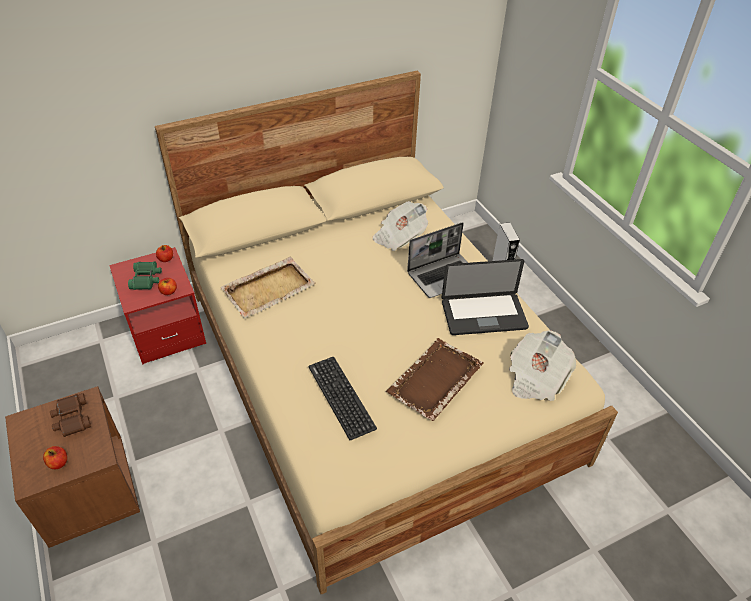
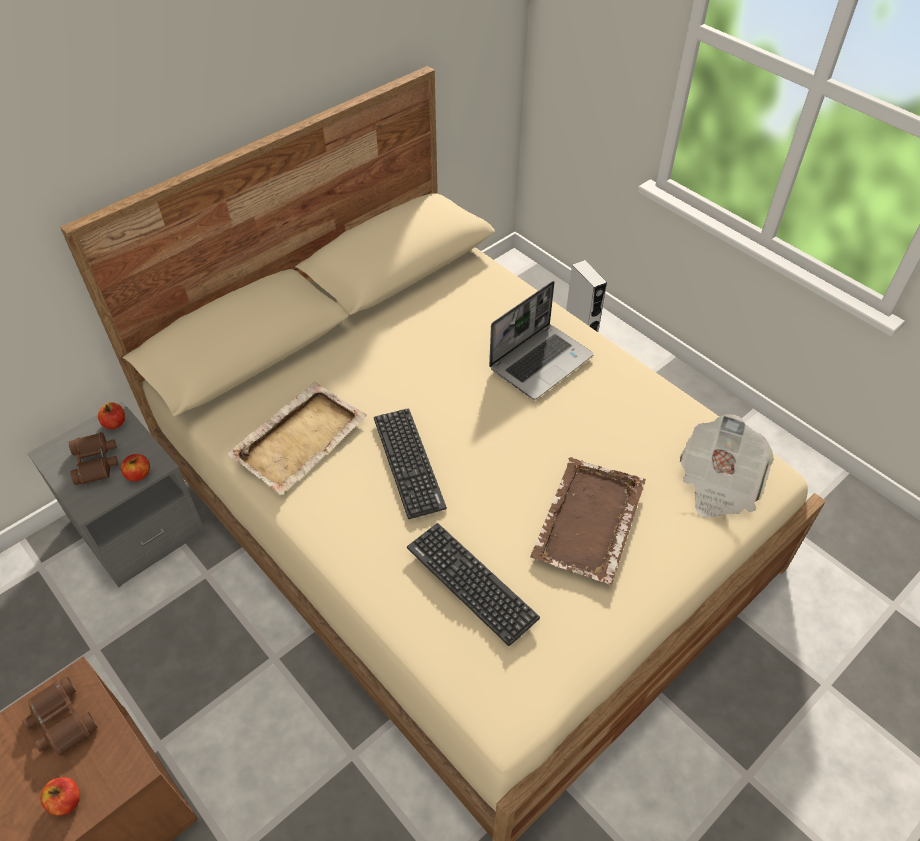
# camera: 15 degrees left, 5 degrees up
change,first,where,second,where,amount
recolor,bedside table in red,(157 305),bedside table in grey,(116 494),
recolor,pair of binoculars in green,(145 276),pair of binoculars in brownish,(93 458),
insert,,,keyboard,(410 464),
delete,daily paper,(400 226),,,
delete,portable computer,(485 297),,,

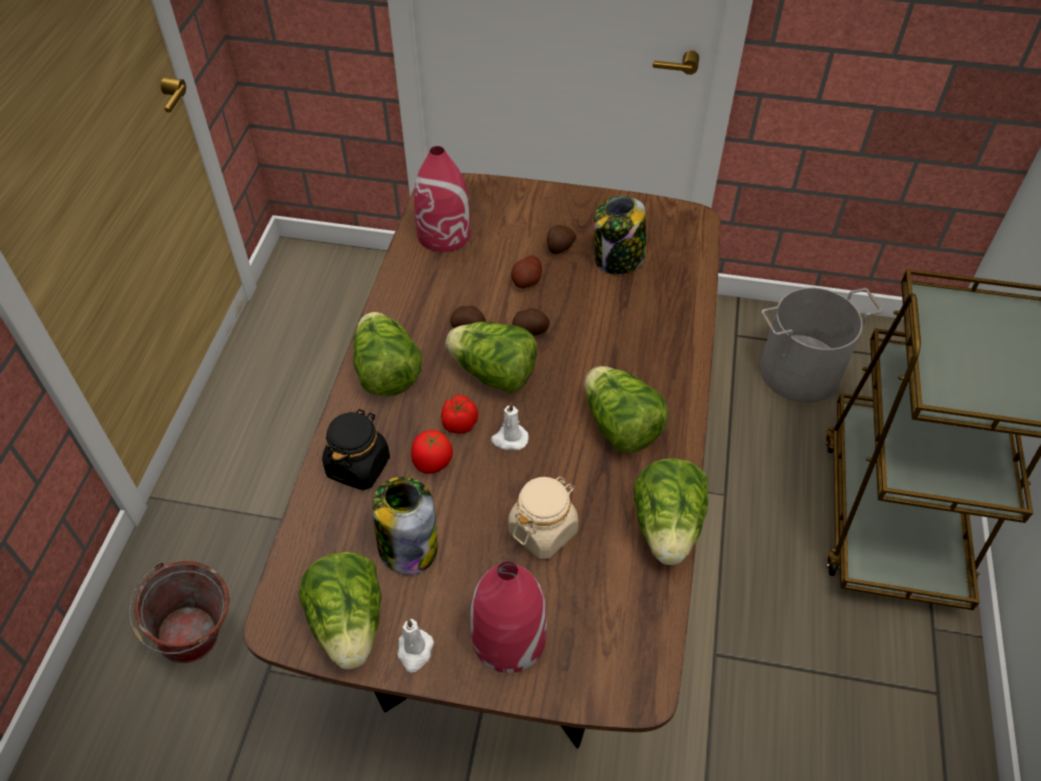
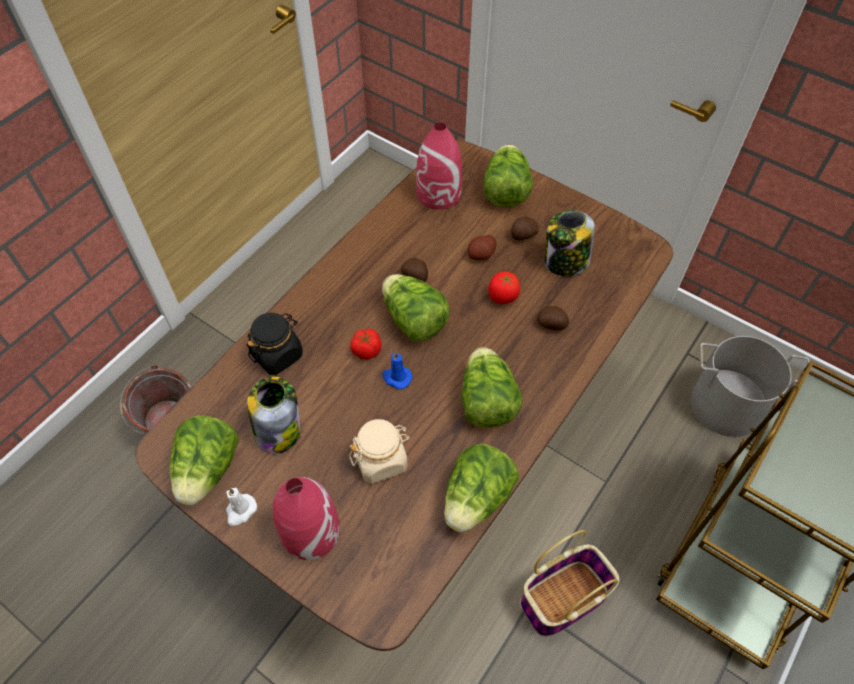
# camera: 25 degrees right, 5 degrees up
change,first,where,second,where,amount
recolor,wax light in whitish,(510 426),wax light in blue,(397 370),
move,head of lettuce,(387 354),,(508 176),
move,tomato,(432 452),,(504 287),
insert,,,storage basket,(570 583),
move,whole potato,(531 322),,(553 318),

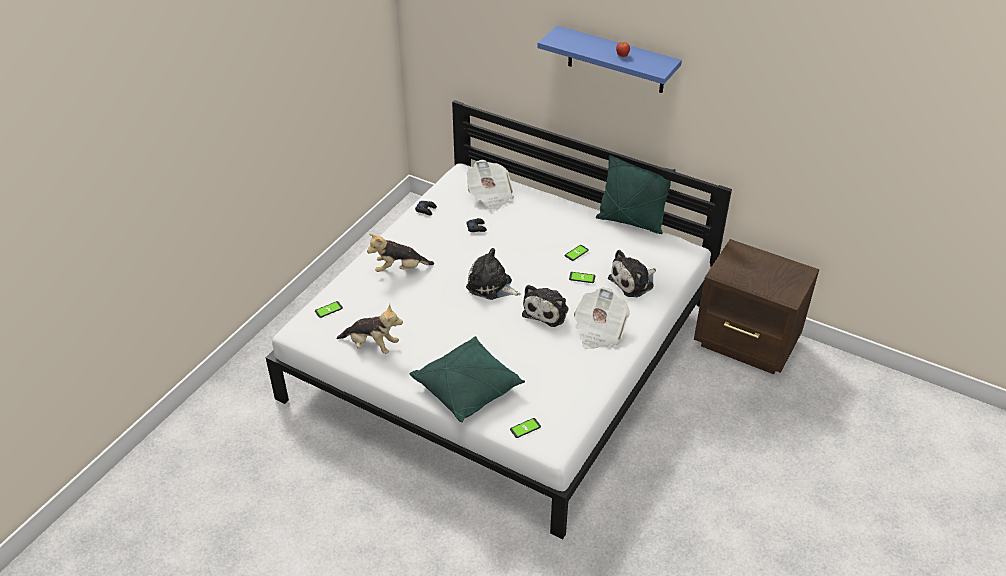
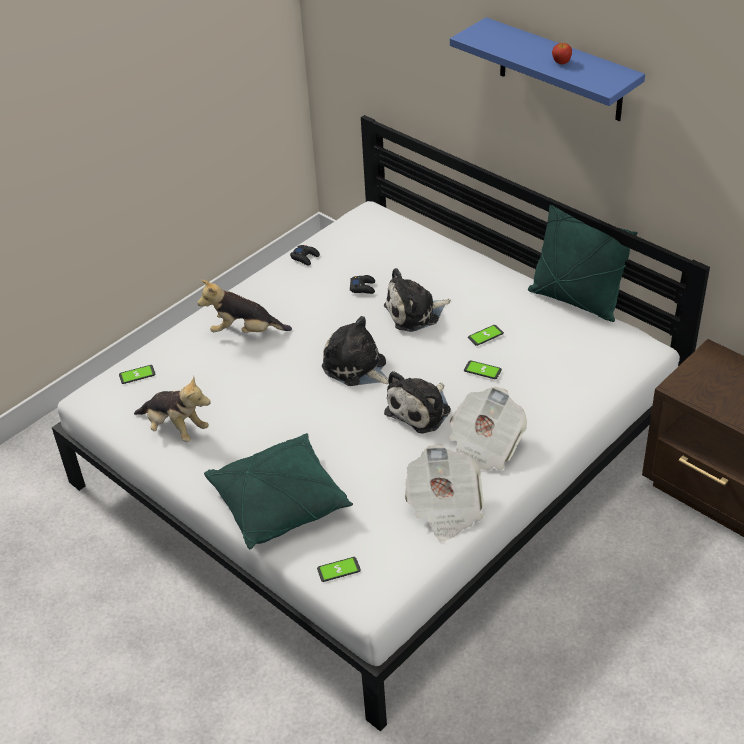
# camera: 15 degrees right, 0 degrees up
change,first,where,second,where,amount
move,plush toy,(632 273),,(417 300),
move,daily paper,(490 185),,(444 492),

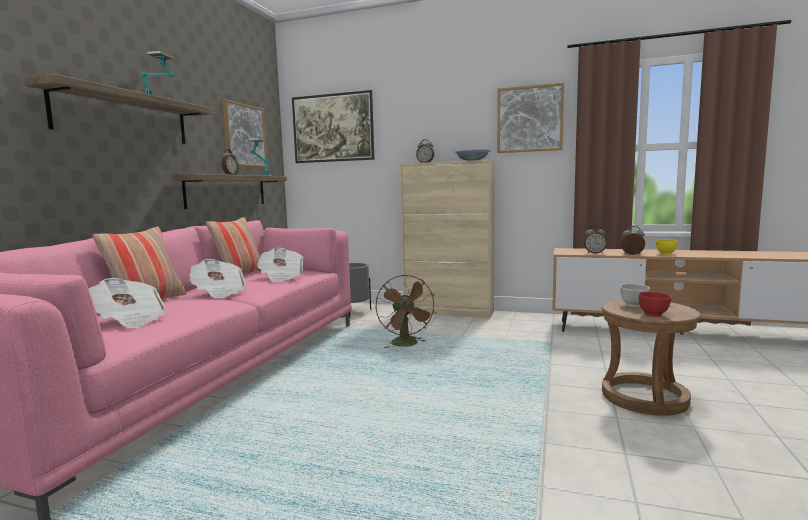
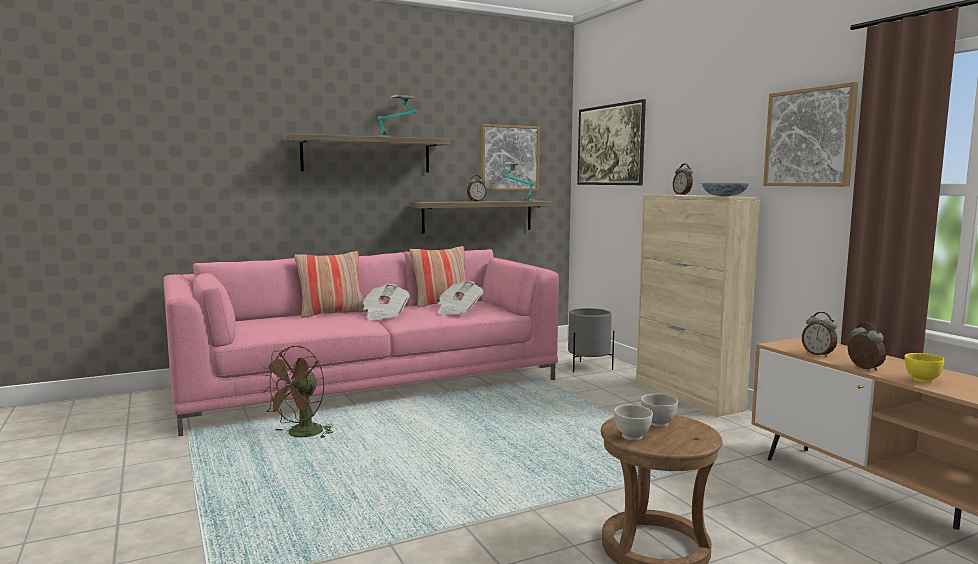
# camera: 45 degrees right, 0 degrees up
change,first,where,second,where,amount
move,fan in brownish,(405 311),,(296 392),
recolor,bowl in red,(655 304),bowl in whitish,(633 422),
delete,daily paper,(127 303),,,

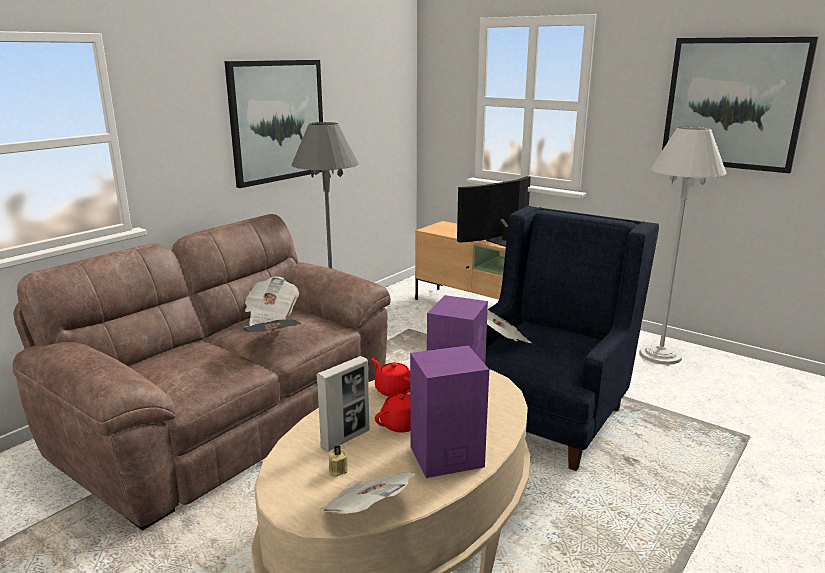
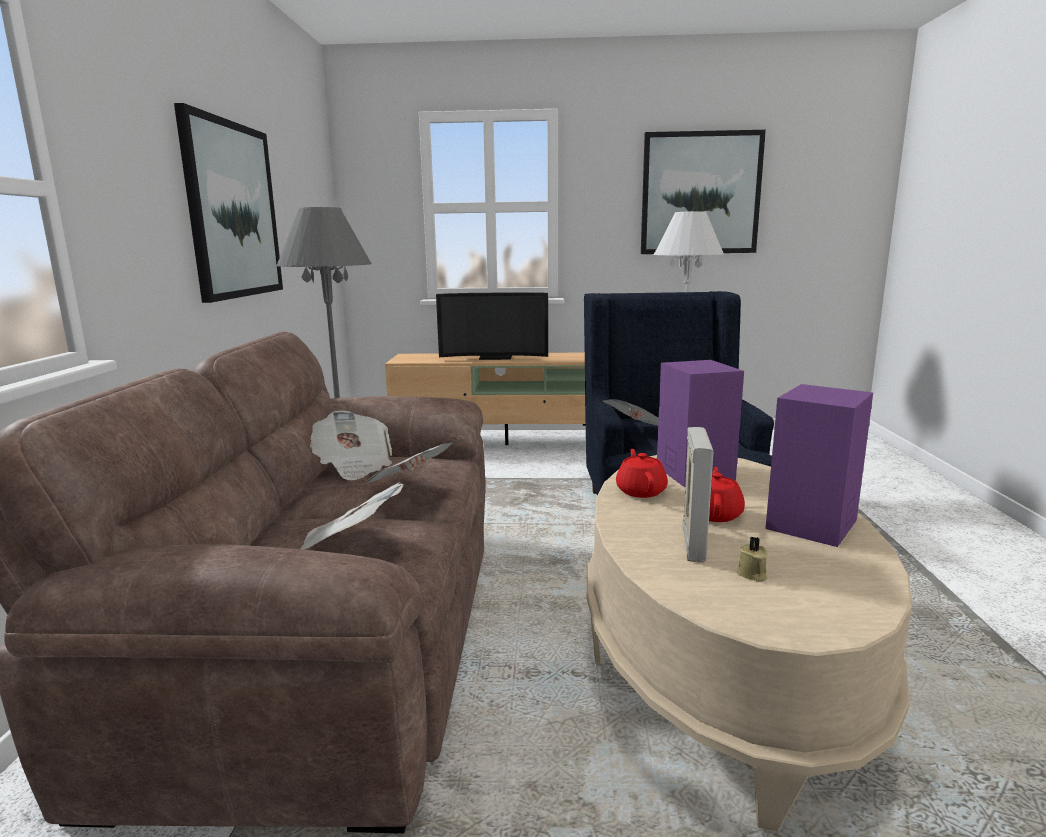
# camera: 35 degrees left, 5 degrees down
change,first,where,second,where,amount
move,daily paper,(367 493),,(351 516),
rotate,TV set,(494 211),,(492 326),105 degrees counterclockwise
rotate,pot for tea in red,(391 377),,(642 473),75 degrees clockwise

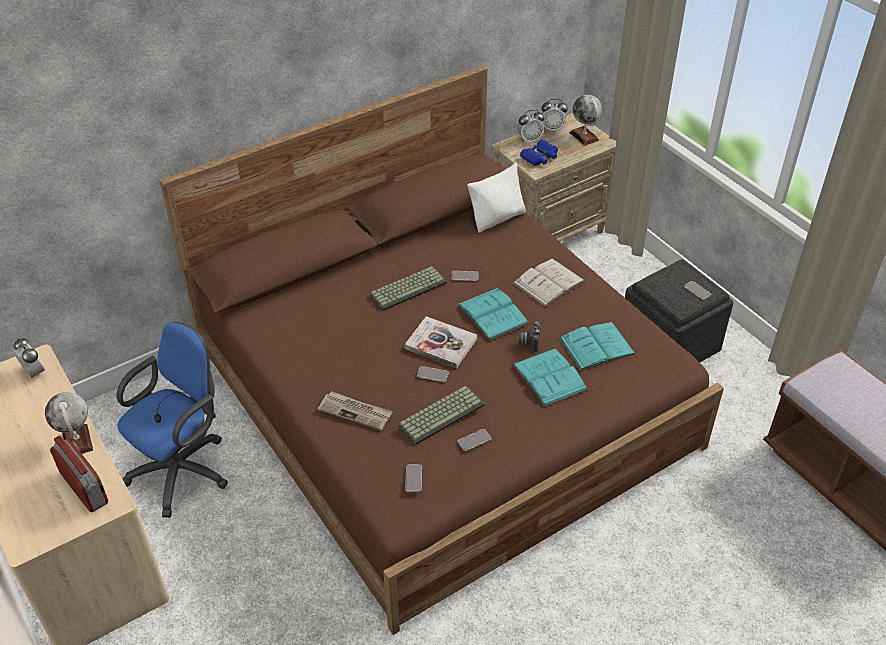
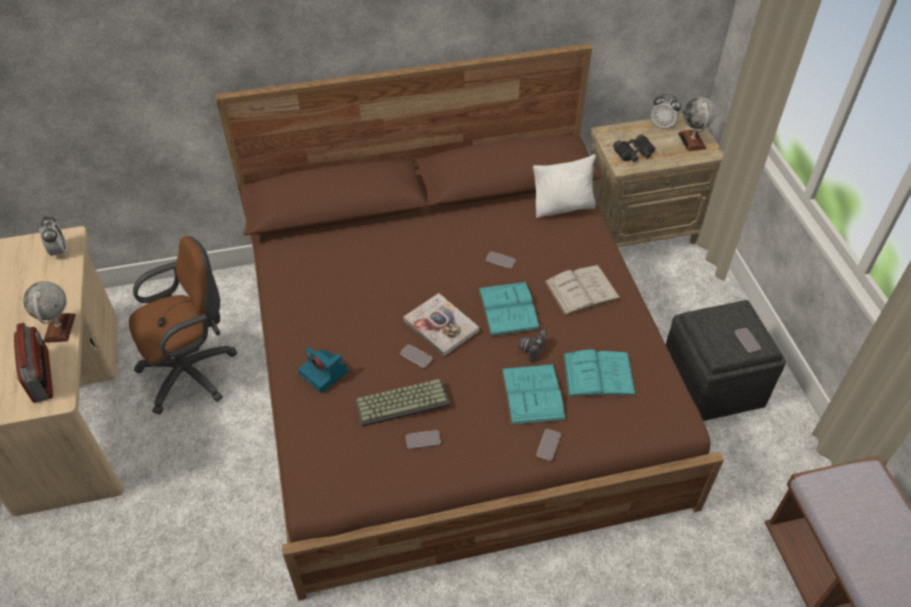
# camera: 20 degrees right, 5 degrees up
change,first,where,second,where,amount
recolor,desk chair in blue,(172 420),desk chair in brownish,(183 325),
replace,daily paper,(355 410),photo camera,(323 370),
move,phone,(413 478),,(548 445),
recolor,pair of binoculars in blue,(539 153),pair of binoculars in black-coloured,(634 148),
delete,keyboard,(408 288),,,
delete,table clock,(530 127),,,

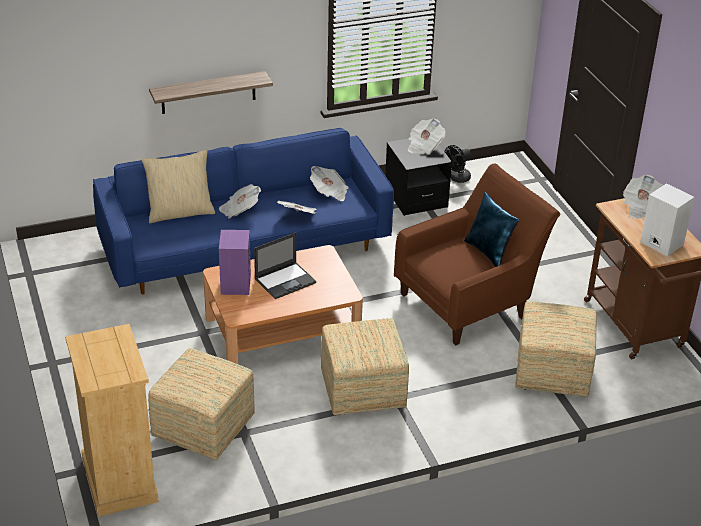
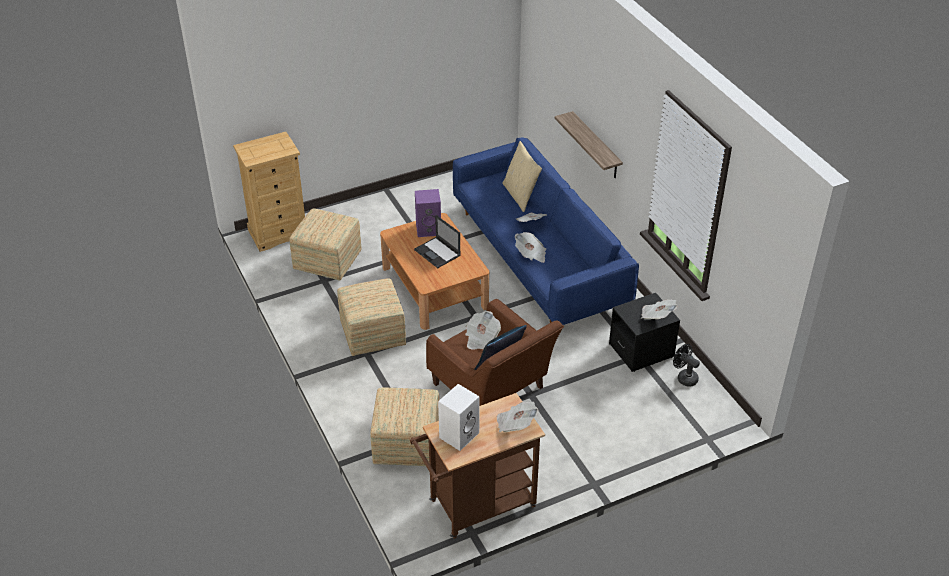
# camera: 85 degrees right, 5 degrees up
change,first,where,second,where,amount
move,daily paper,(329 183),,(483 330),

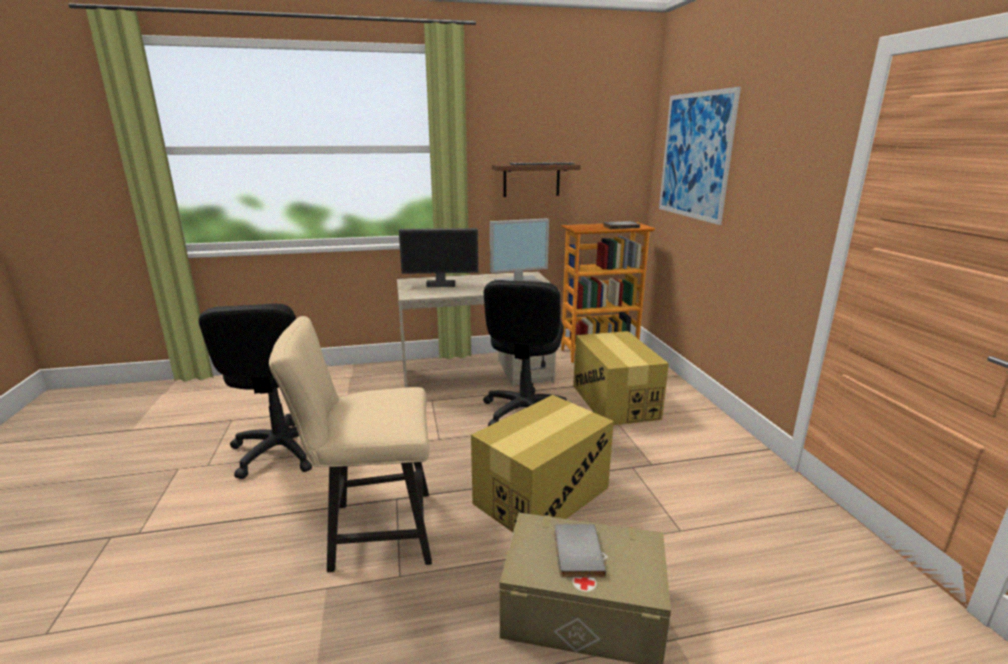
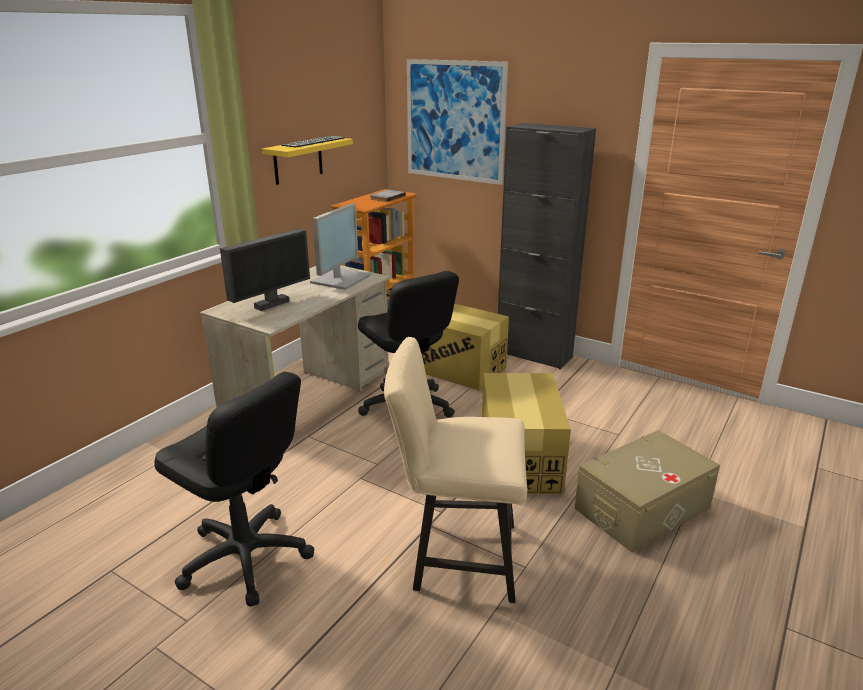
# camera: 45 degrees left, 5 degrees up
change,first,where,second,where,amount
recolor,bracket shelf in brownish,(536 180),bracket shelf in yellowish,(307 161),
rotate,plain chair in sand-coloured,(350 444),,(455 470),60 degrees clockwise
insert,,,storage cabinet in black-coloured,(547 246),
delete,book in grey,(580 551),,,

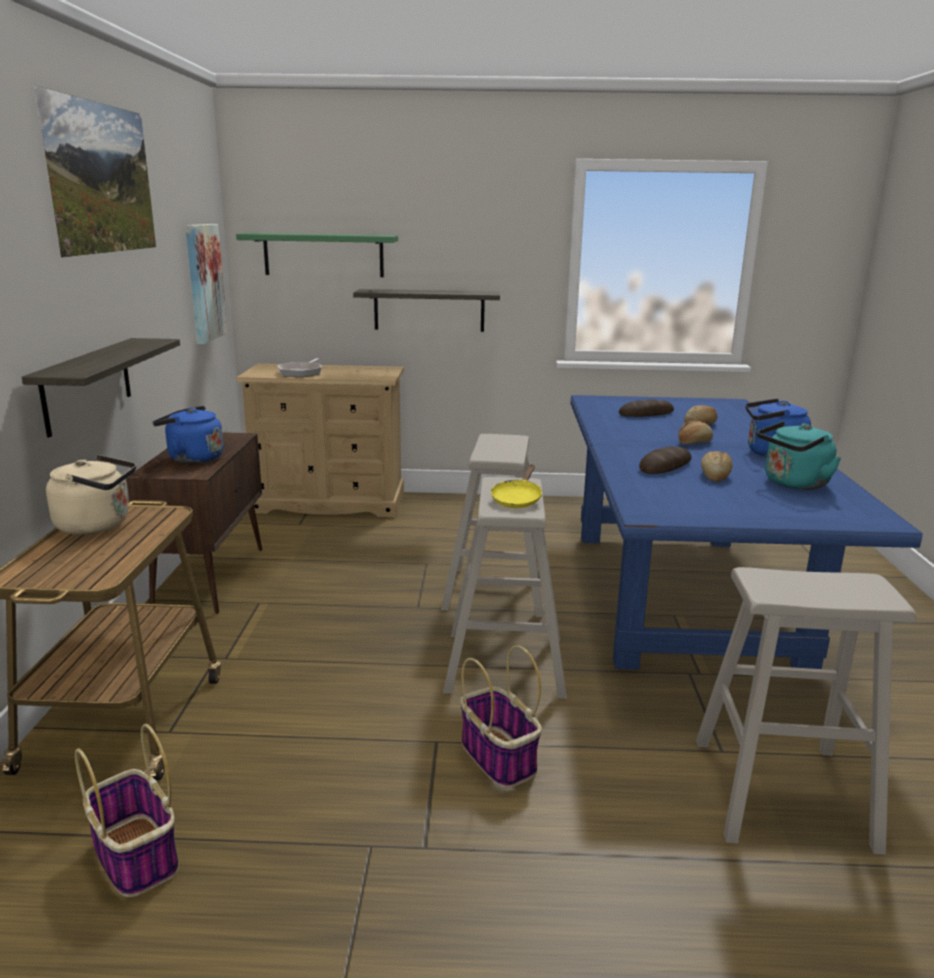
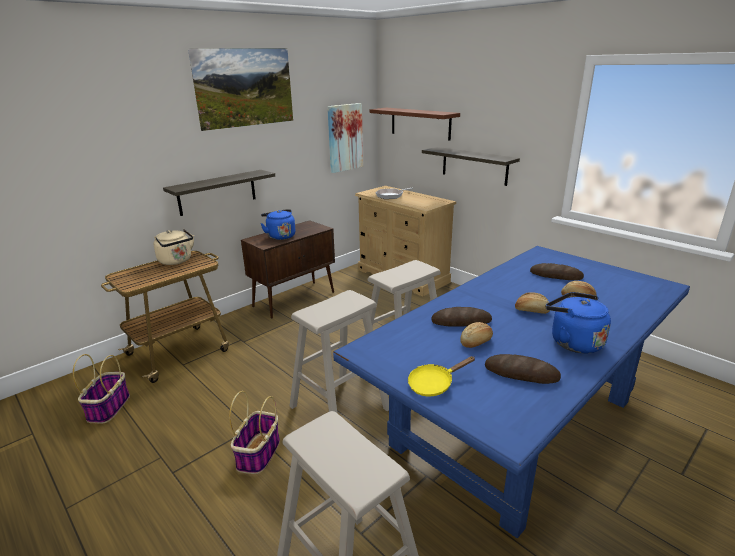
# camera: 45 degrees right, 5 degrees up
change,first,where,second,where,amount
recolor,bracket shelf in green,(317 255),bracket shelf in brownish,(415 124),
move,frying pan in yellowish,(516 486),,(441 376),
replace,tea kettle in turquoise-coloured,(799 455),bread,(523 369),

